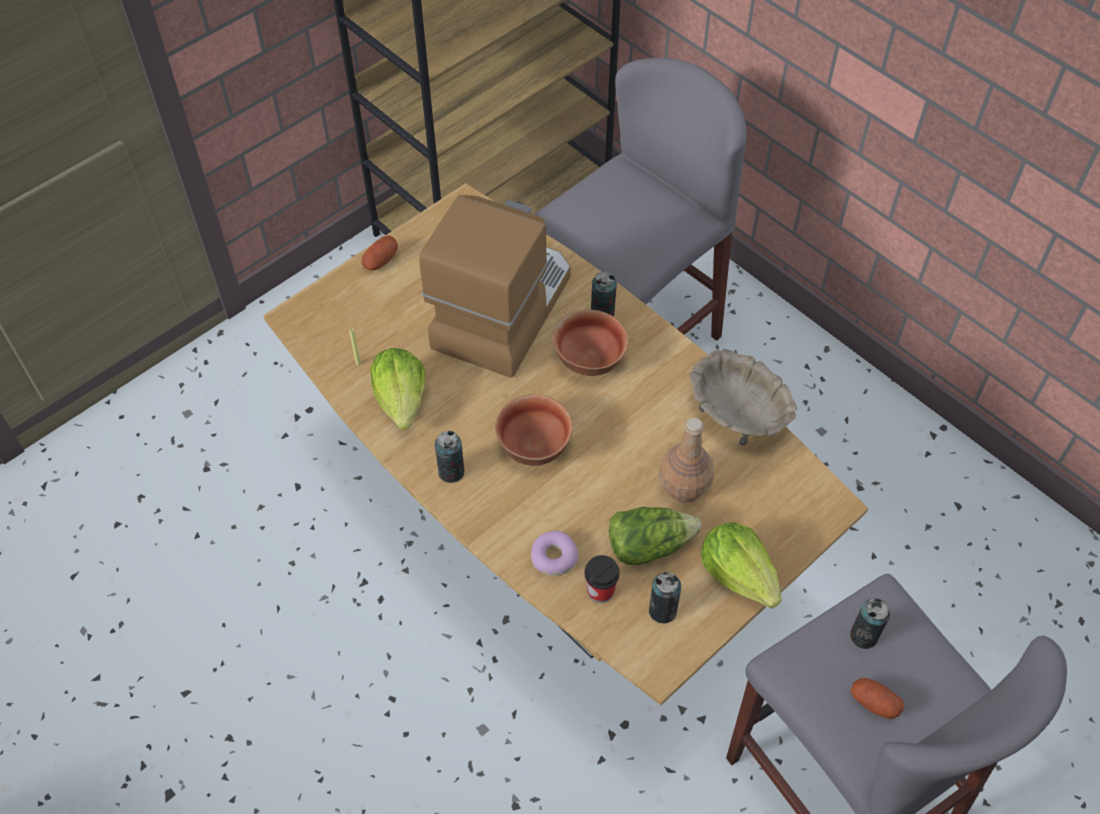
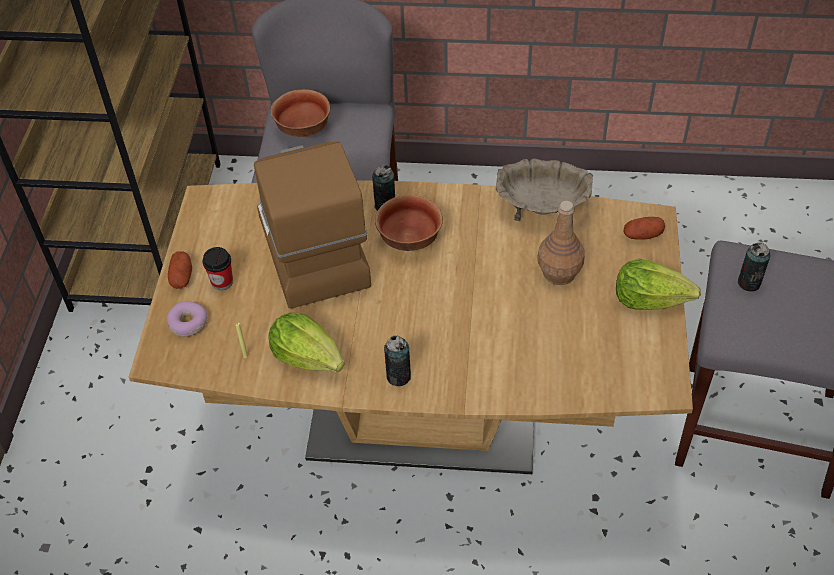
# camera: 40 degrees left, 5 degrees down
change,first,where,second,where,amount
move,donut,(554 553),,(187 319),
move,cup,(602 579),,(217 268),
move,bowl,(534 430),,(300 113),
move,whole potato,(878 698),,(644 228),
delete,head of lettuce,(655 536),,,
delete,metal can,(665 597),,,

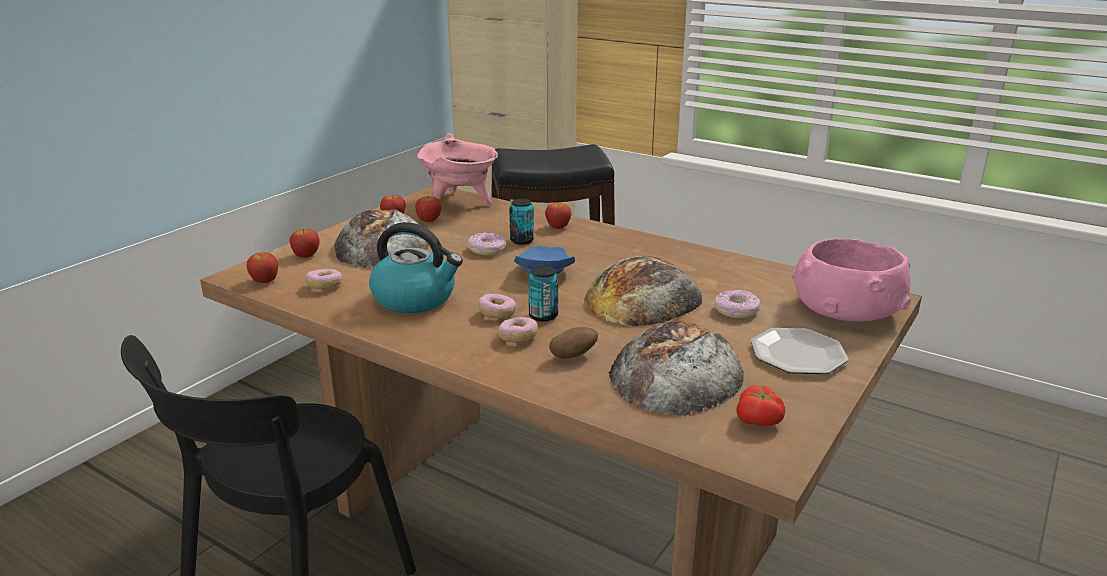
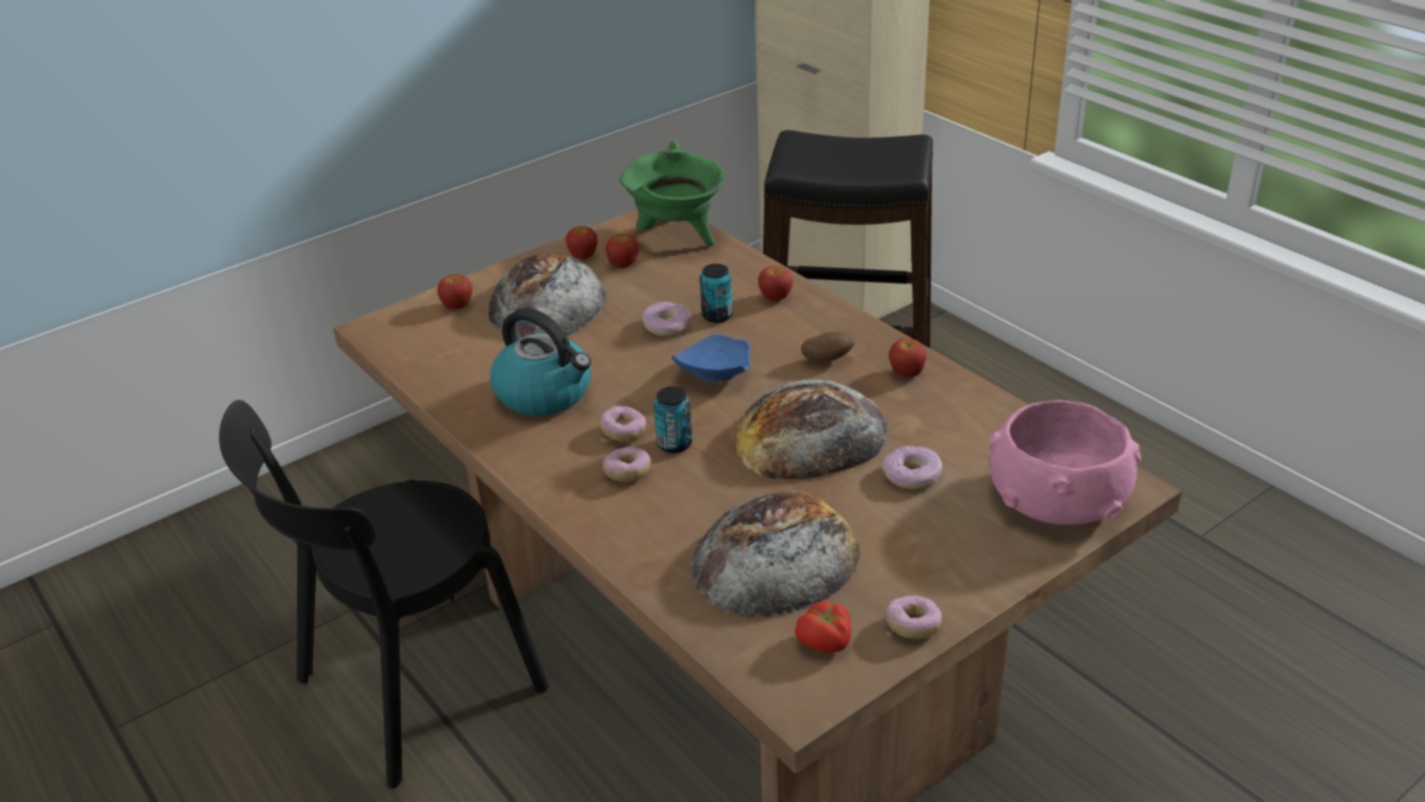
# camera: 20 degrees right, 10 degrees up
change,first,where,second,where,amount
recolor,stockpot in pink,(457 169),stockpot in green,(672 193),
move,whole potato,(573 342),,(828 347),
move,donut,(323 279),,(913 617),
move,whole apple,(262 267),,(908 357),
delete,flat dish,(799 351),,,

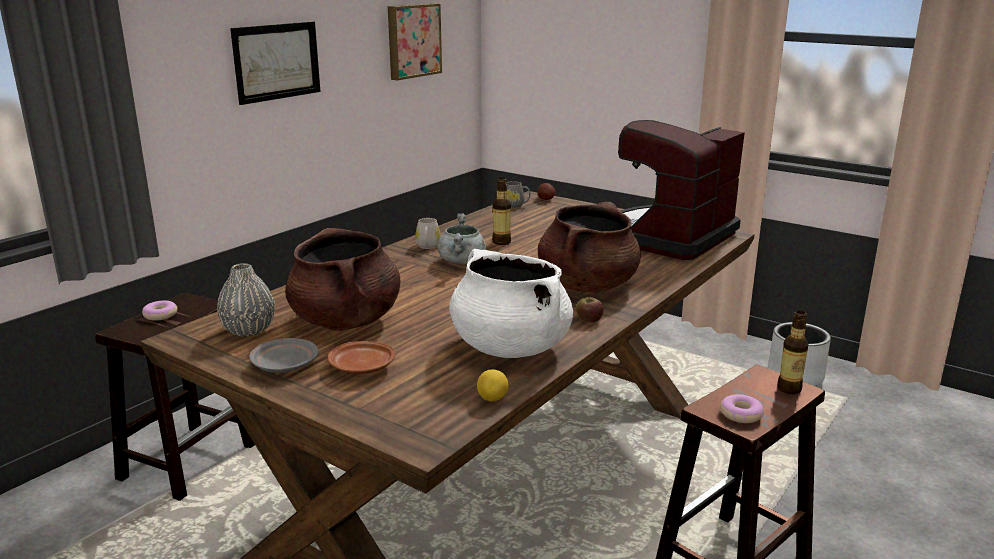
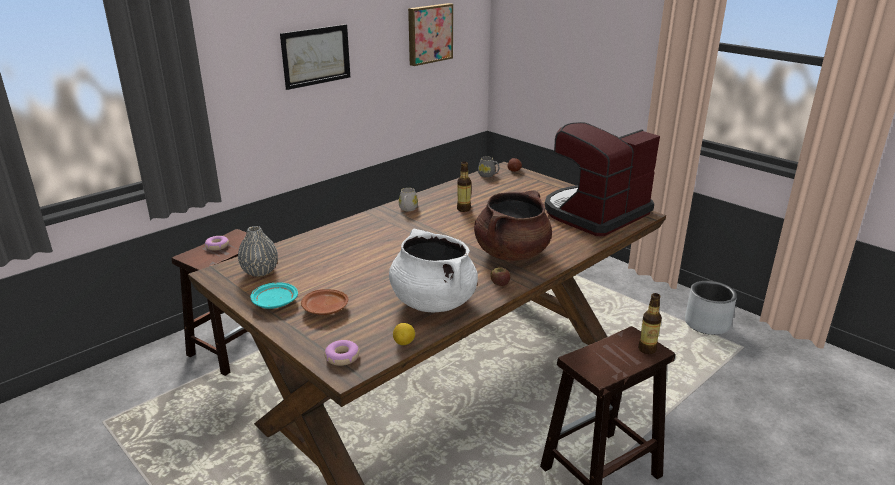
# camera: 10 degrees right, 5 degrees up
change,first,where,second,where,amount
recolor,flat dish in grey,(284 355),flat dish in turquoise-coloured,(274 295),
move,donut,(742 408),,(342 353),
delete,stockpot in brownish,(342 279),,,
delete,stockpot in grey,(462 238),,,

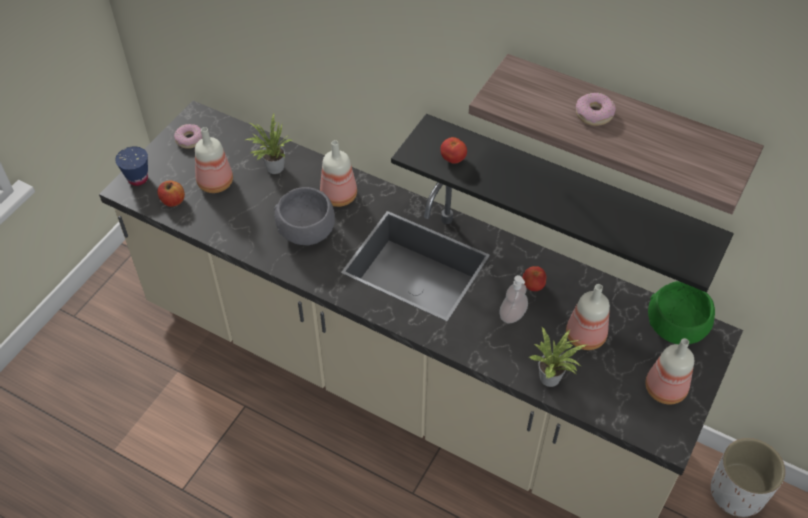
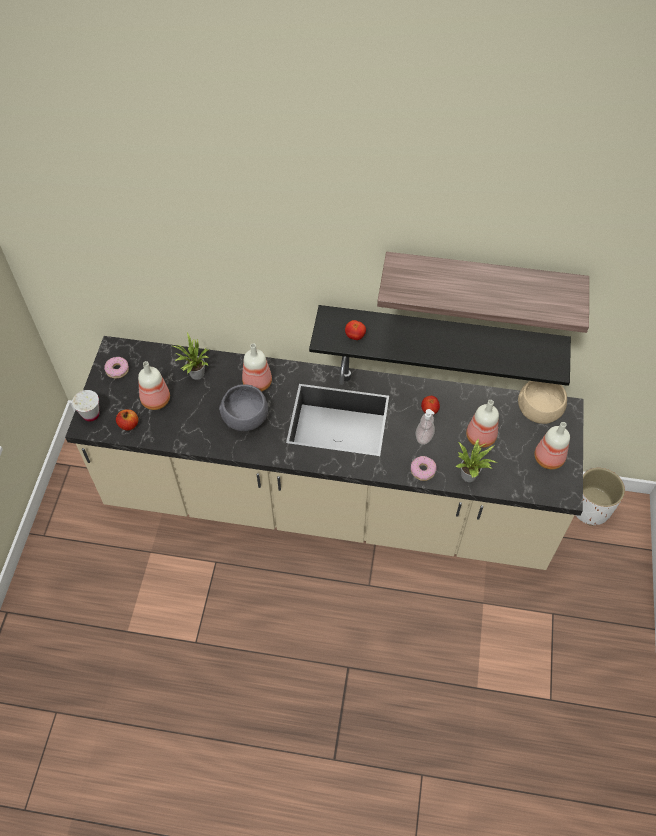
# camera: 20 degrees left, 5 degrees up
change,first,where,second,where,amount
recolor,cup in blue,(131 166),cup in whitish,(85 406),
move,donut,(596 109),,(424 468),
recolor,bowl in green,(681 312),bowl in sand-coloured,(542 402),

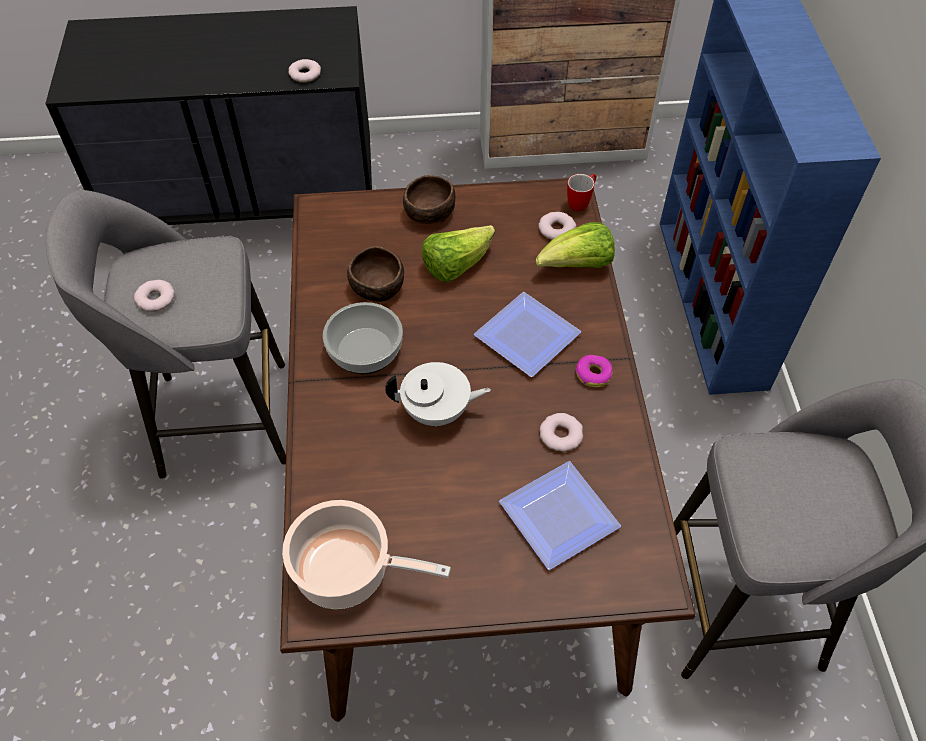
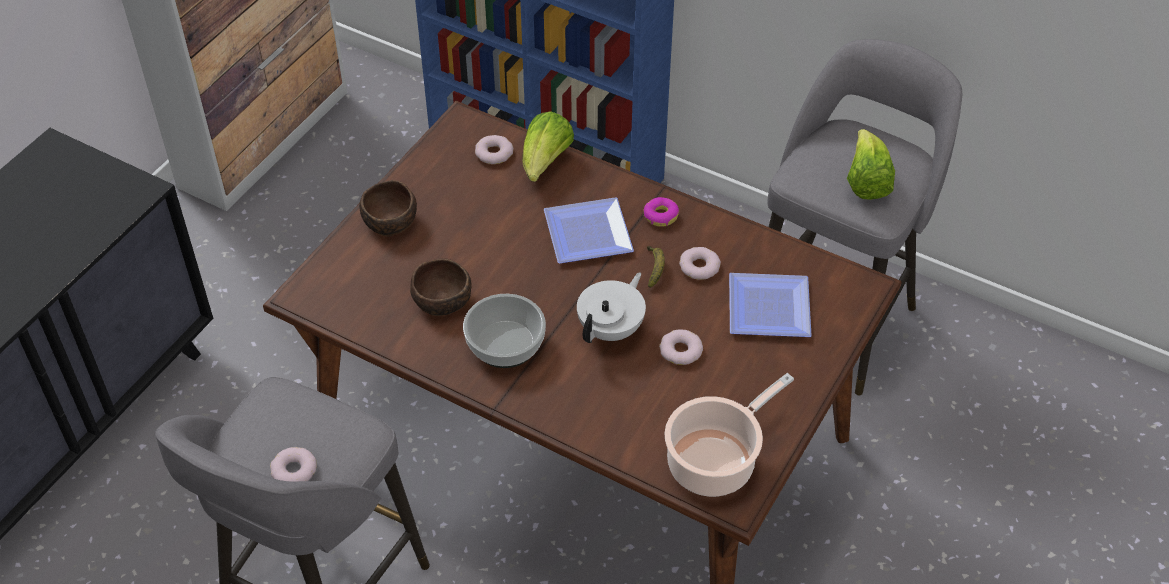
# camera: 55 degrees left, 5 degrees down
change,first,where,second,where,amount
insert,,,banana fruit,(656 267),
move,donut,(304 70),,(681 347),
move,head of lettuce,(458 254),,(871 164),
delete,mug,(581 192),,,

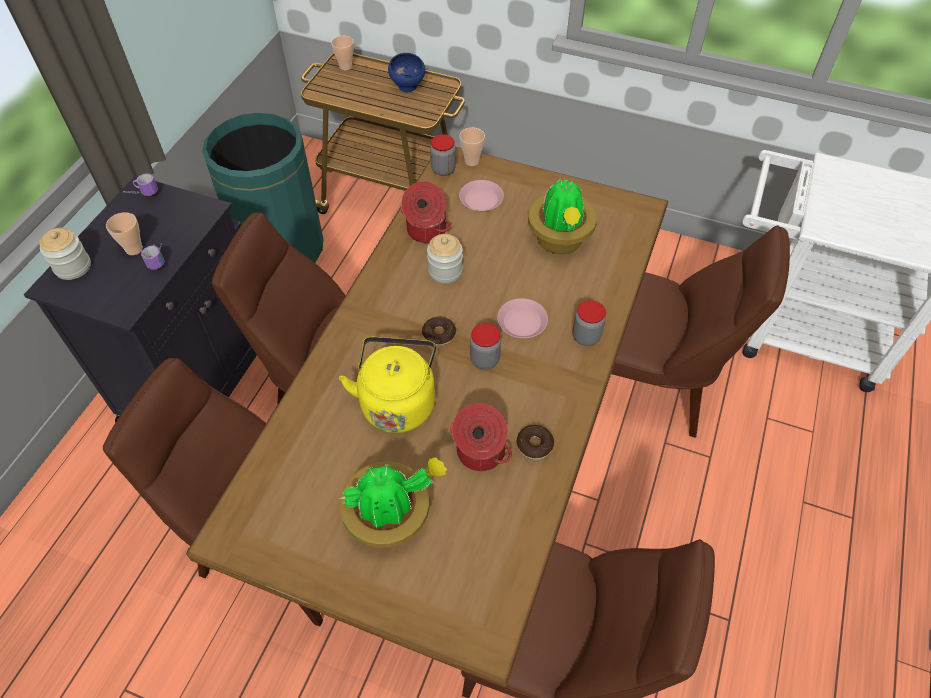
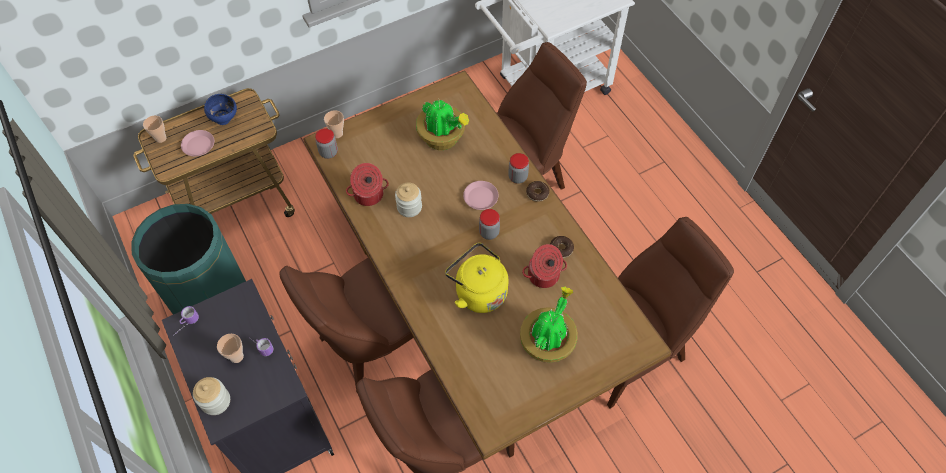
# camera: 50 degrees left, 5 degrees up
change,first,where,second,where,amount
move,flat dish in pink,(481 195),,(197 143),
move,donut,(439 331),,(538 191),

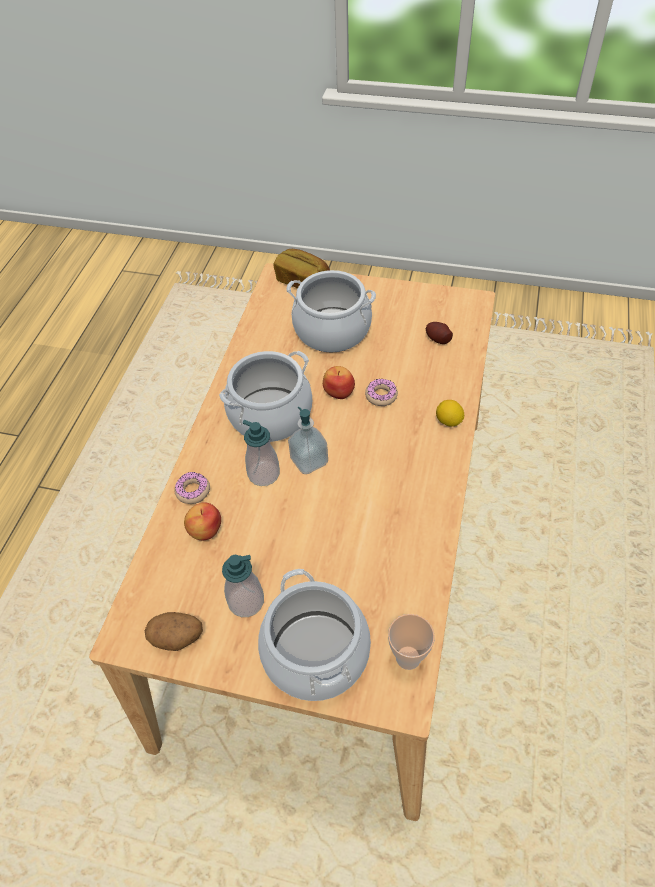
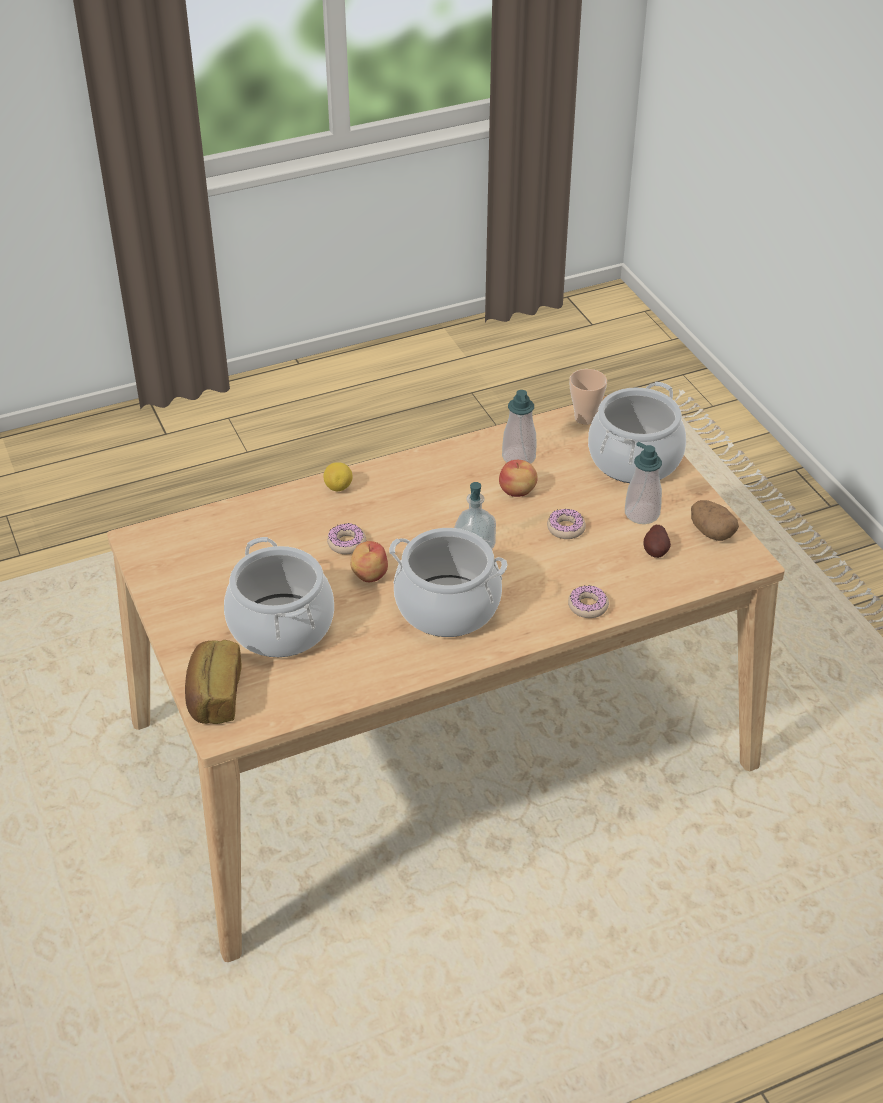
# camera: 130 degrees left, 10 degrees down
change,first,where,second,where,amount
move,whole apple,(202 521),,(518 478),
move,soap bottle,(261 453),,(519 427),
insert,,,donut,(566 524),
move,whole potato,(439 333),,(657 541),

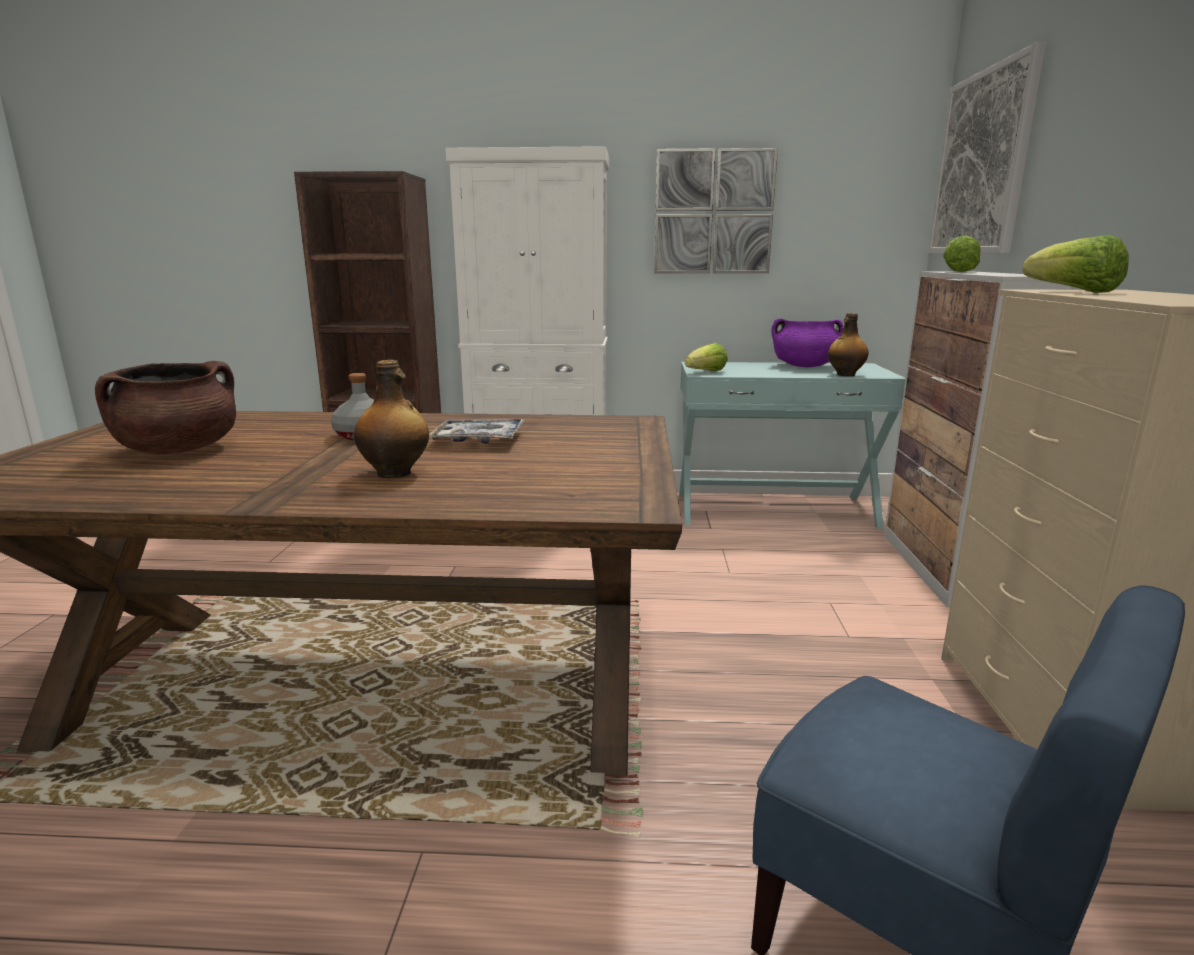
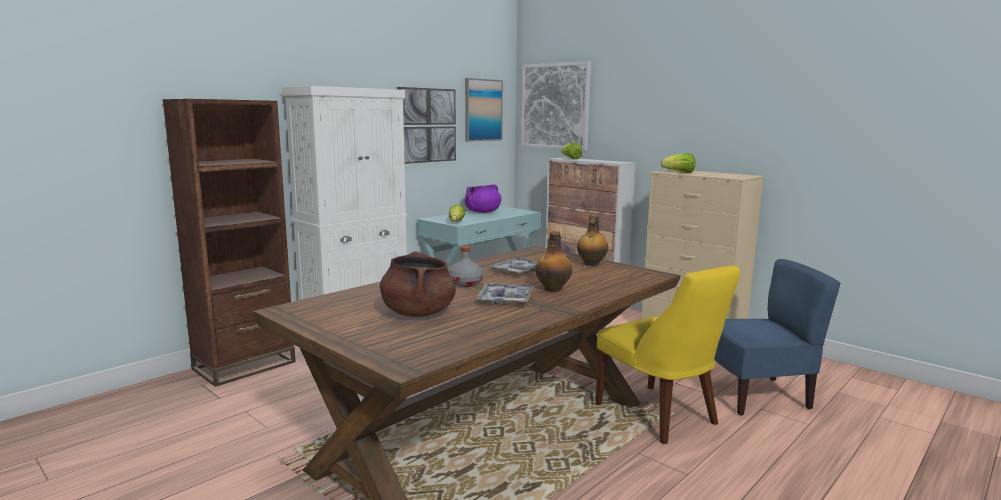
# camera: 50 degrees left, 5 degrees down
change,first,where,second,where,amount
insert,,,picture,(484 110),
insert,,,serving tray,(505 293),
move,beverage bottle,(848 344),,(592 240),
insert,,,plain chair in yellowish,(667 354),

